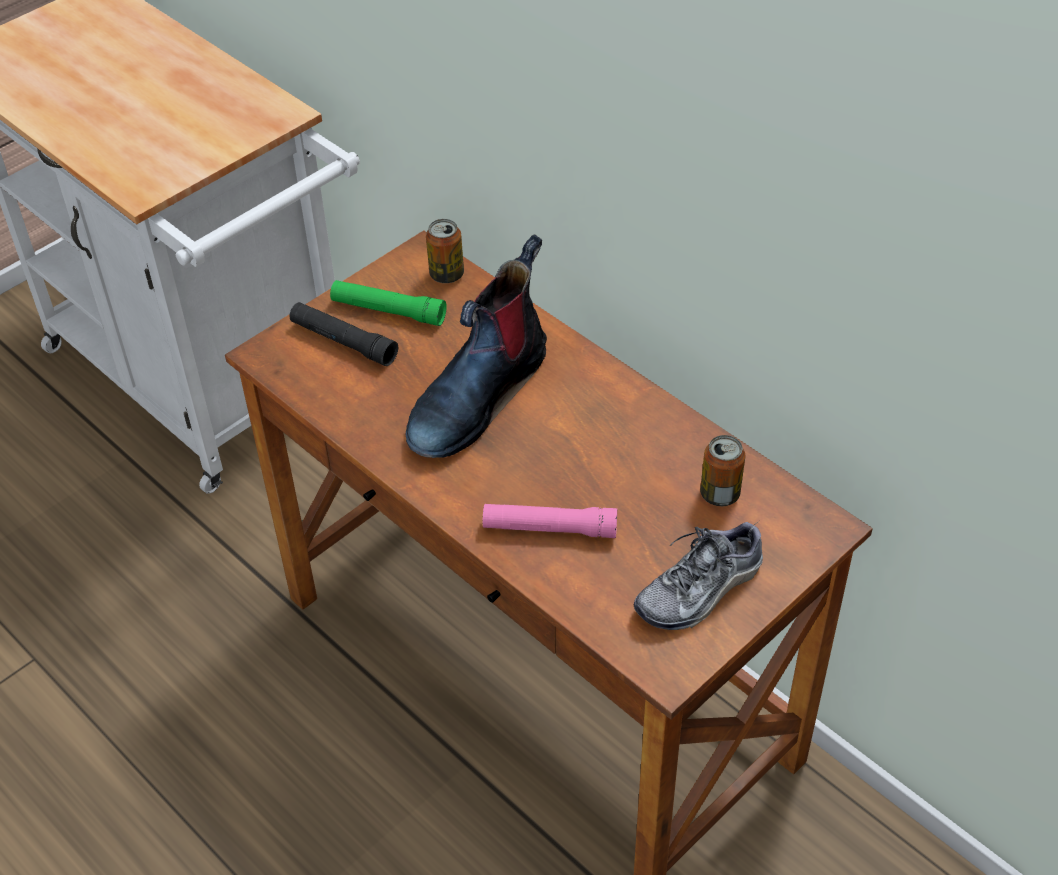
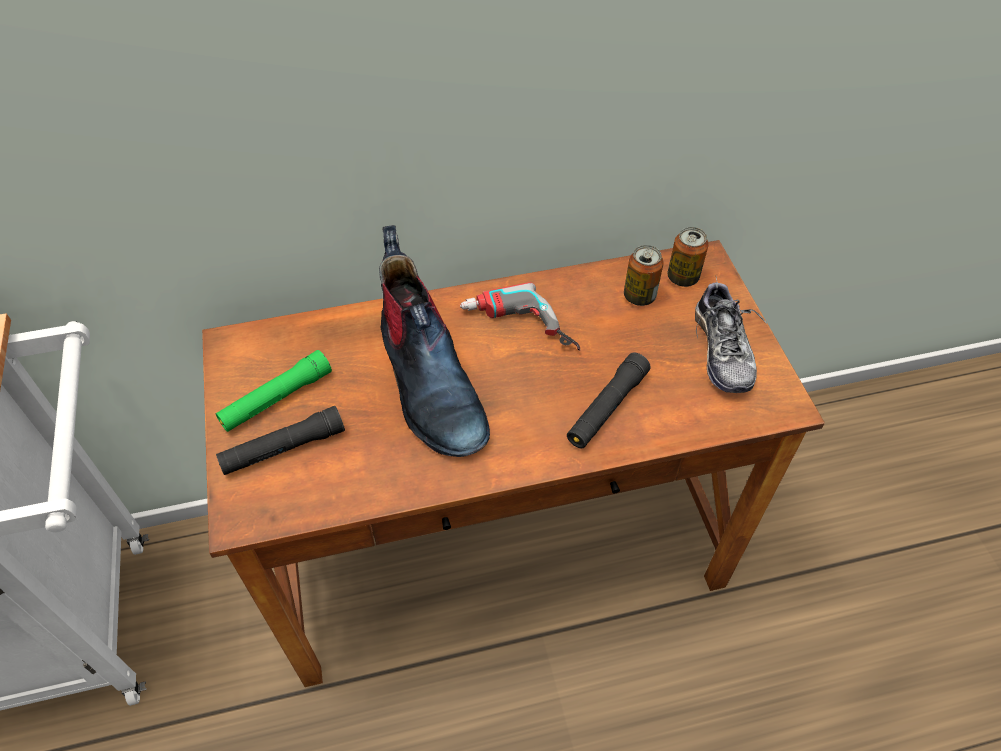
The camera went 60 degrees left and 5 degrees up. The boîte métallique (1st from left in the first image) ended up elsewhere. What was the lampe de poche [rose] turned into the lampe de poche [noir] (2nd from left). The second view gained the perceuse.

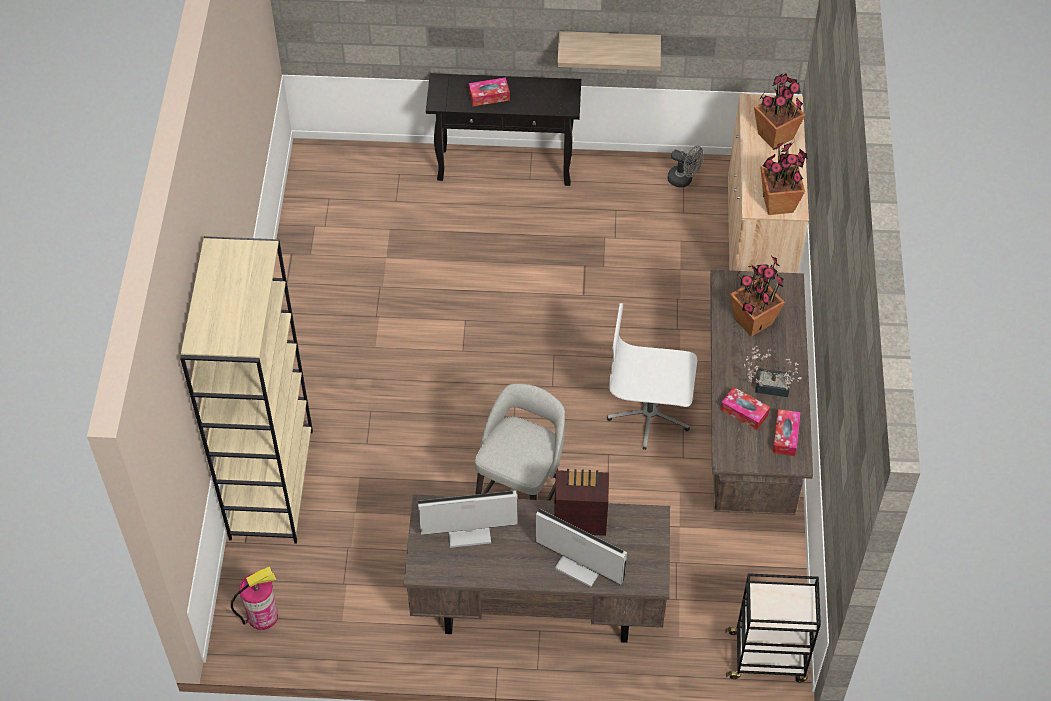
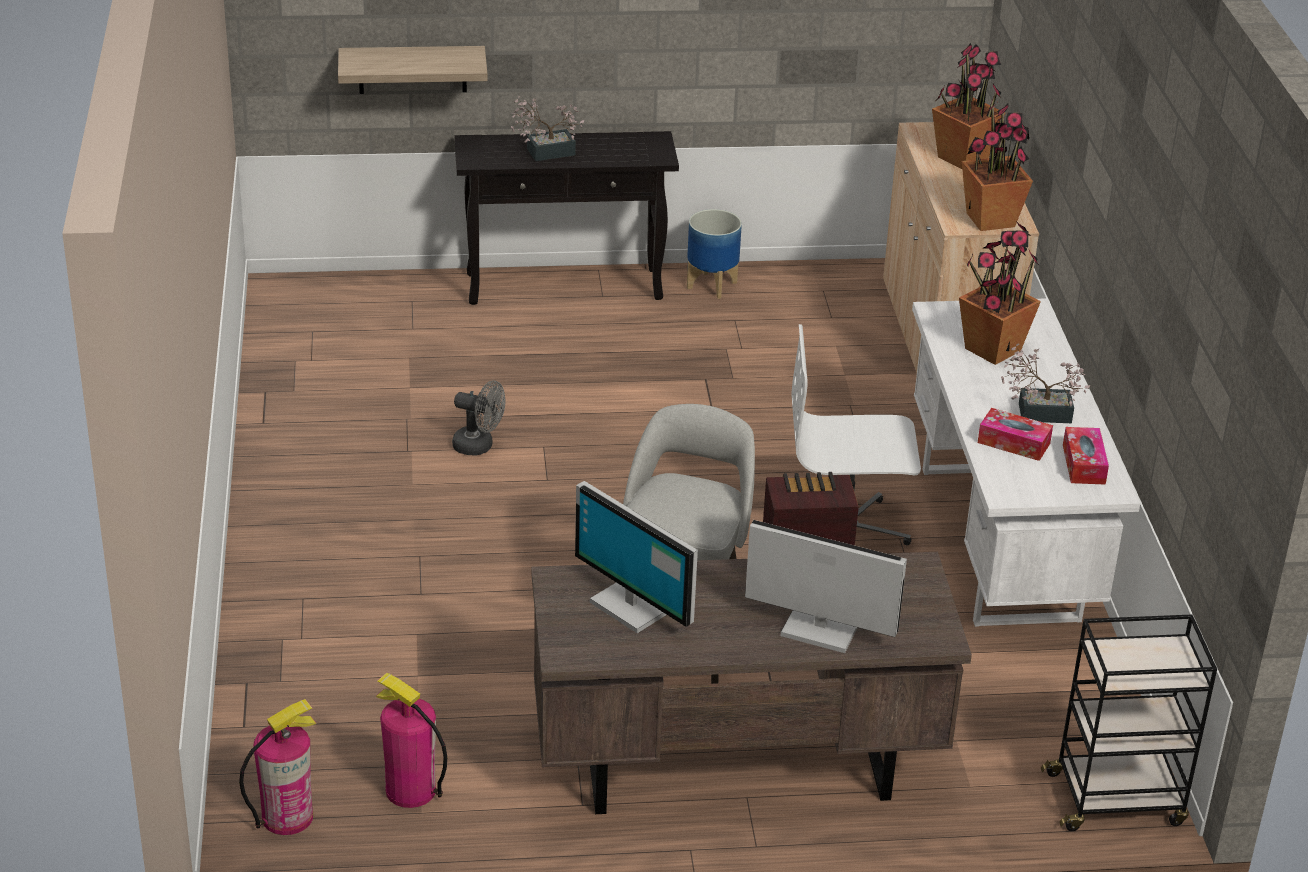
The camera went 10 degrees left and 20 degrees down. The second view lost the bibliothèque [beige]. The écran d'ordinateur (1st from left) ended up facing another way, 120 degrees counterclockwise from before. Where the boîte à mouchoirs (1st from left) stood, the plante en pot (1st from left) came to stand. The étagère ended up elsewhere. The ventilateur [gris] ended up elsewhere. What was the bureau [marron] (2nd from left) turned into the bureau [blanc]. The second view gained the extincteur (2nd from left). The second view gained the cache-pot.

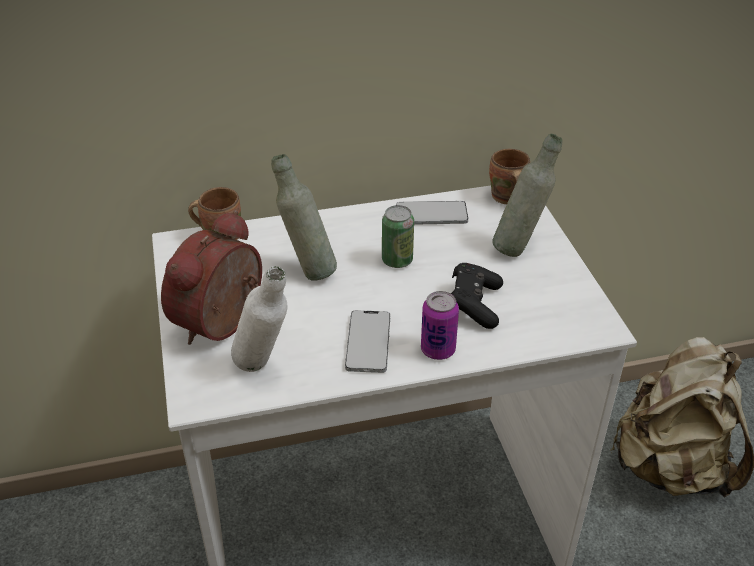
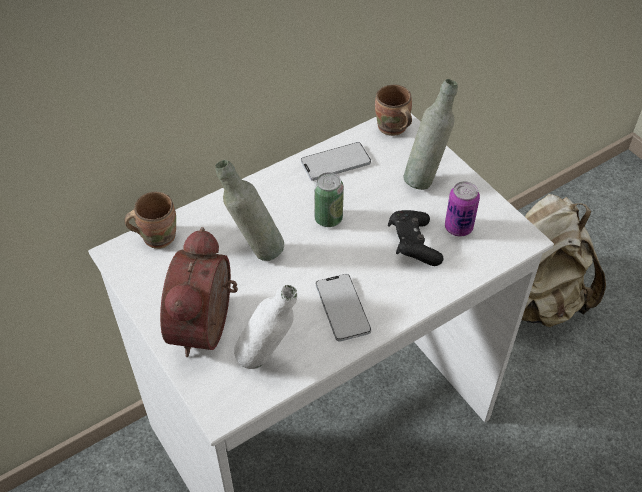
The camera went 20 degrees left and 10 degrees up. The boîte métallique (2nd from left) ended up elsewhere.

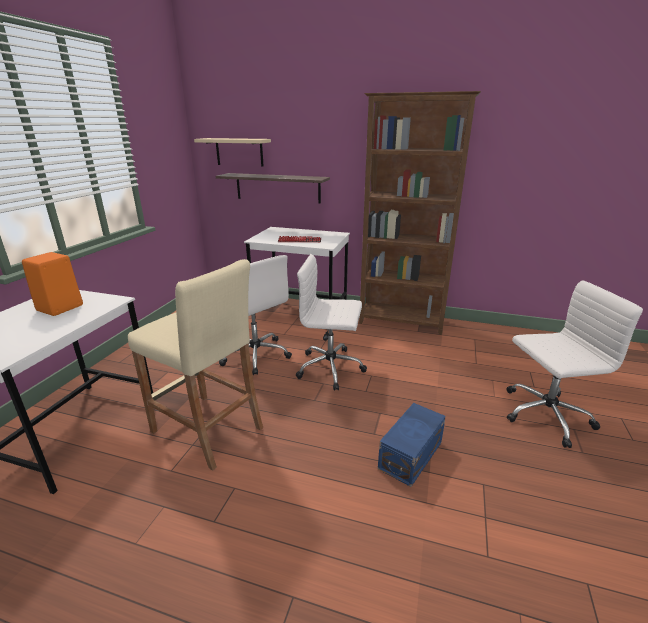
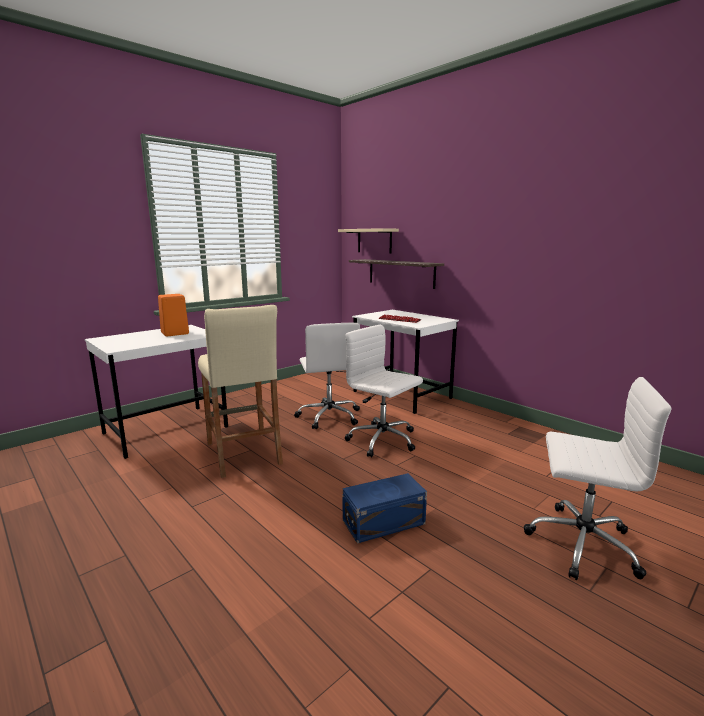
The camera went 30 degrees right and 10 degrees down. The second view lost the bibliothèque [marron].

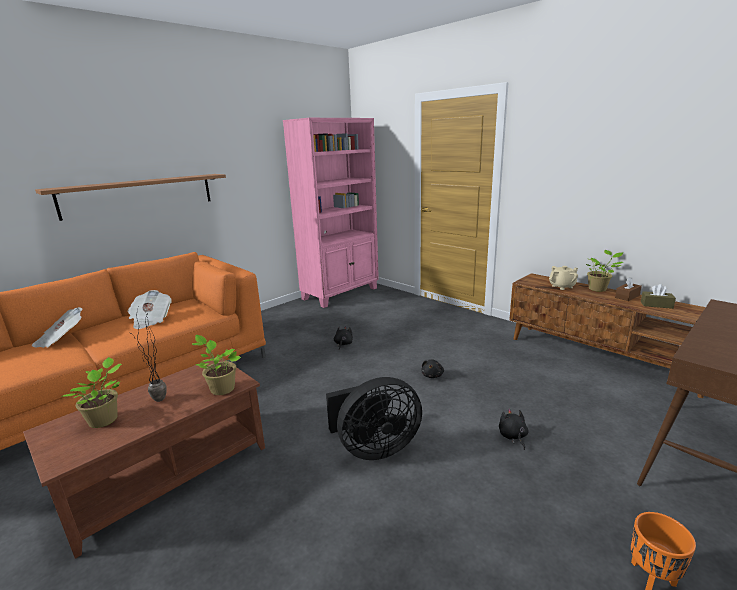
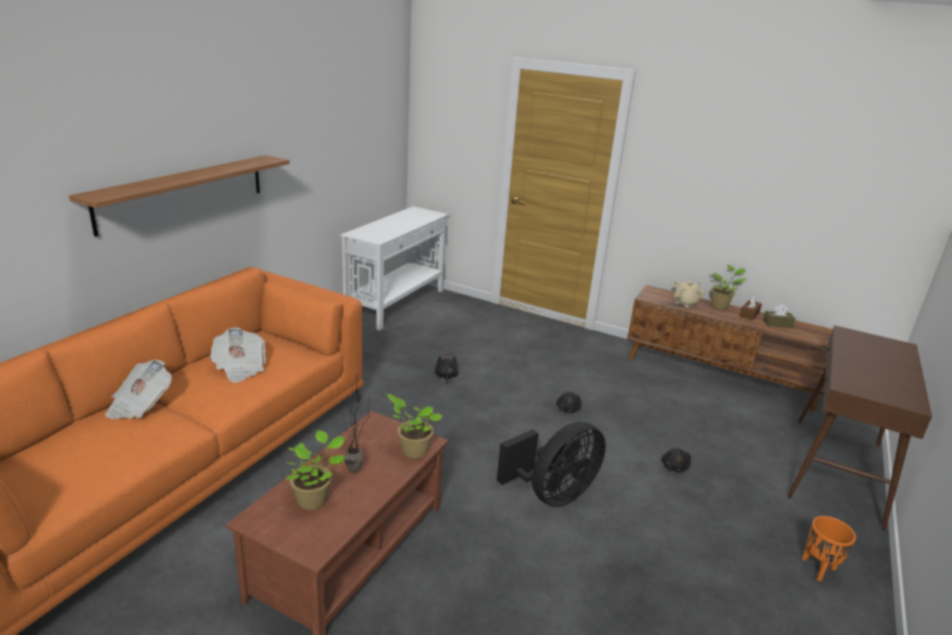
The camera went 20 degrees left and 5 degrees up. Where the bibliothèque [rose] stood, the table console [blanc] came to stand. The peluche [noir] (3rd from left) ended up facing another way, 150 degrees counterclockwise from before.

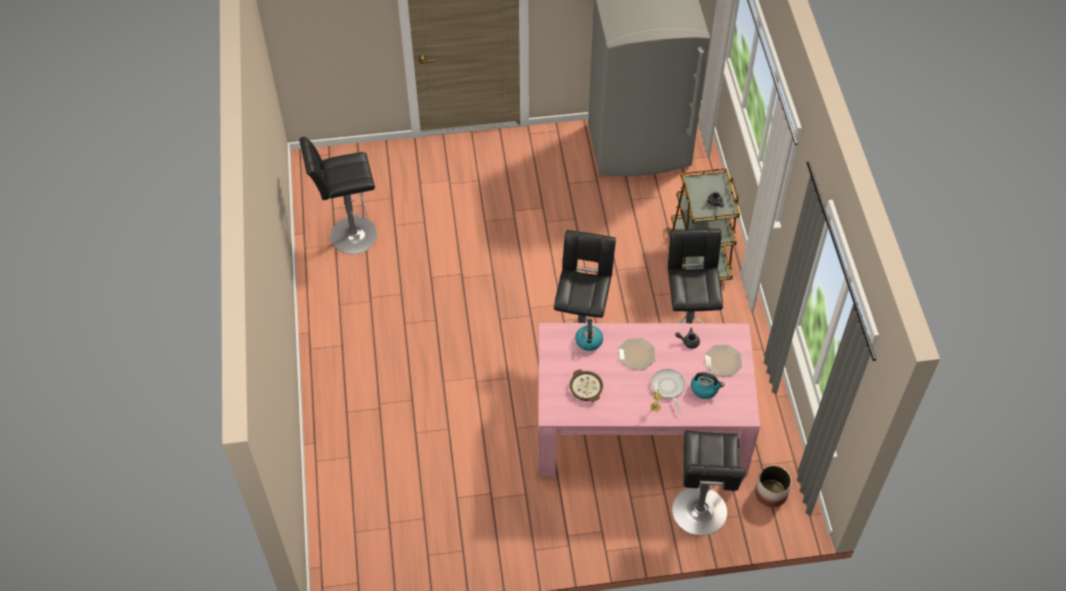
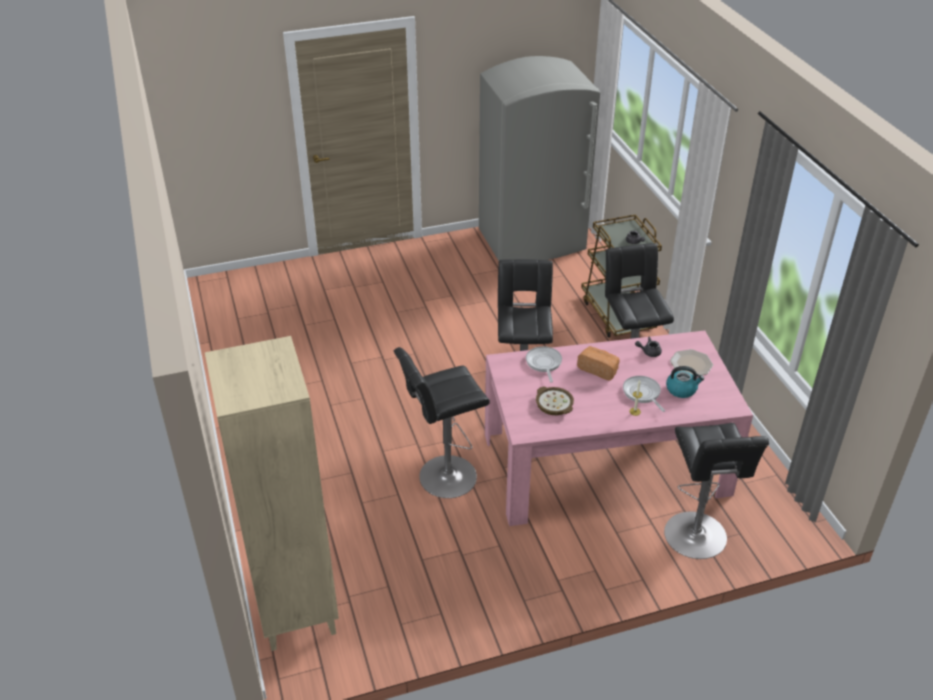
The camera went 10 degrees left and 15 degrees down. The tabouret [noir] (1st from left) ended up elsewhere. Where the bouilloire (1st from left) stood, the poêle (1st from left) came to stand. Where the assiette (1st from left) stood, the pain came to stand. The second view lost the cache-pot. The second view gained the bibliothèque [beige].

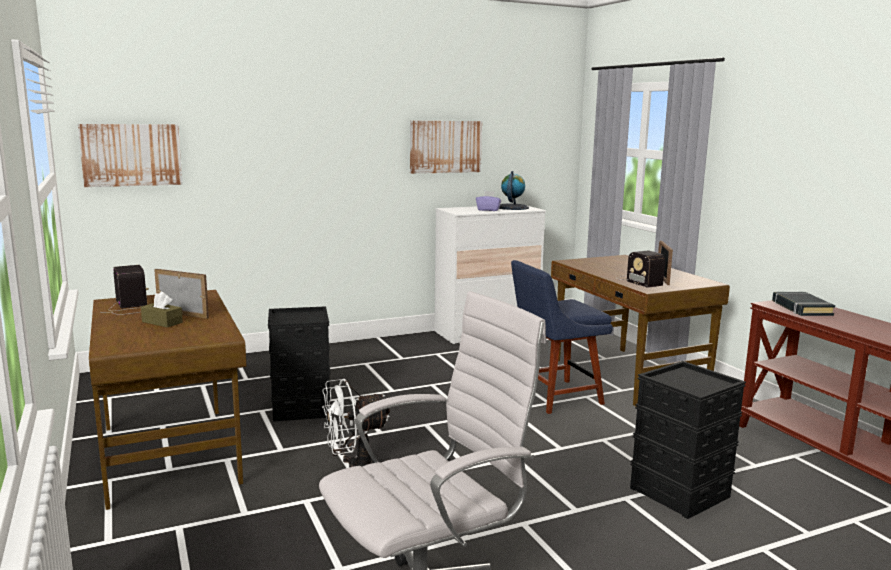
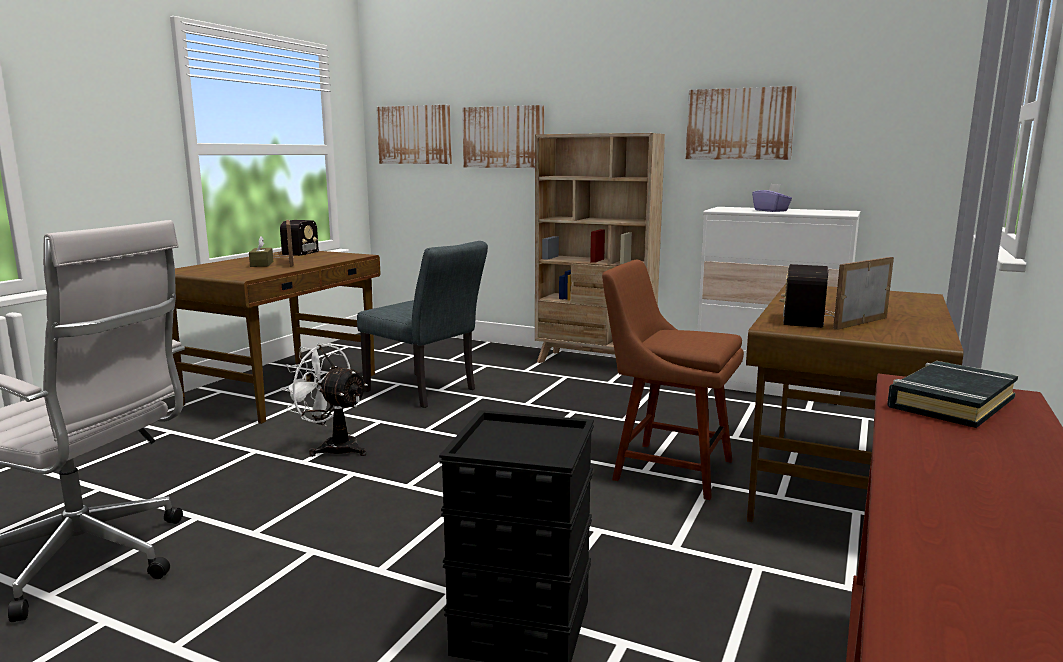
The camera went 50 degrees right and 0 degrees up. Where the boîte de rangement [noir] (1st from left) stood, the chaise [gris] came to stand. The second view lost the globe. What was the chaise [bleu] turned into the chaise [marron]. The second view gained the tableau (2nd from left). The second view gained the bibliothèque [beige].

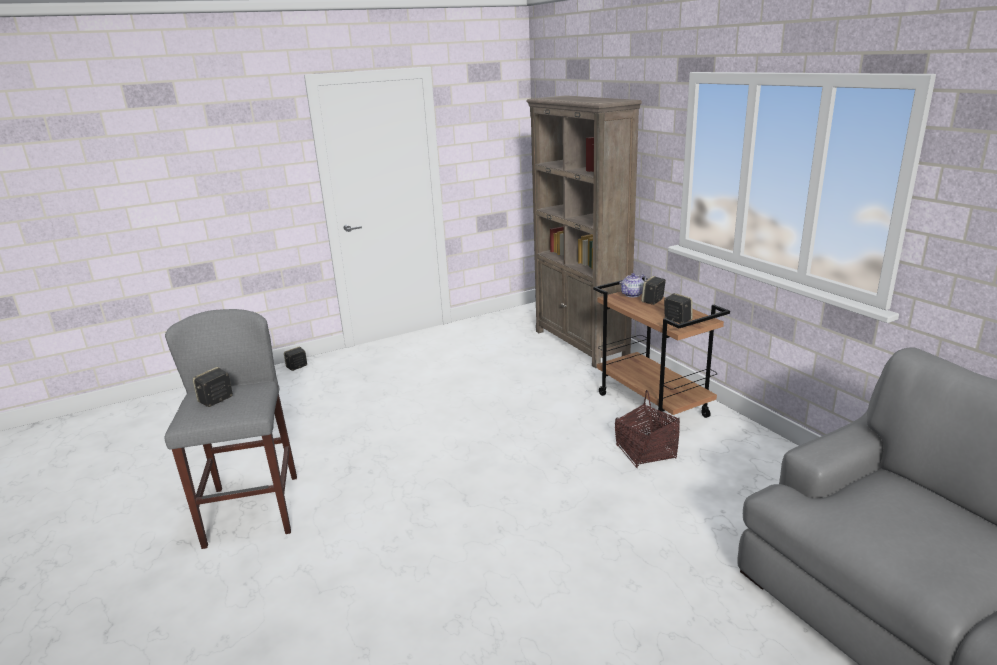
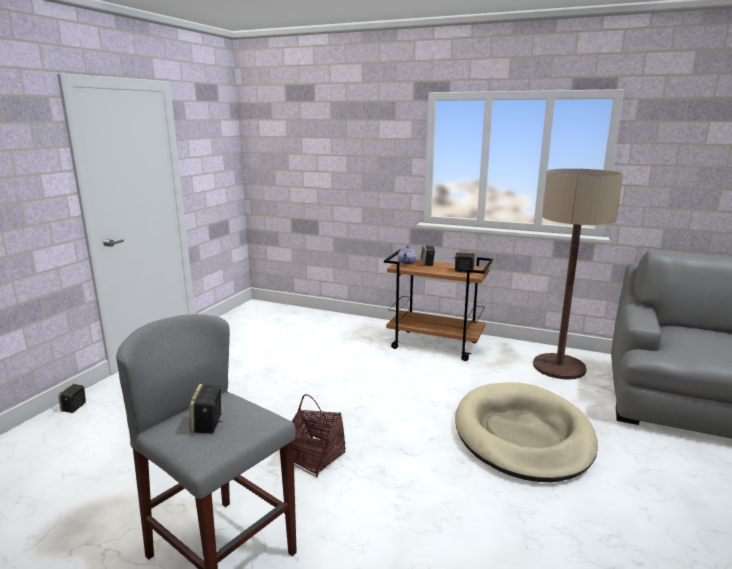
The camera went 40 degrees left and 5 degrees down. The second view lost the bibliothèque [marron]. The panier ended up elsewhere. The second view gained the panier pour chien [beige]. The second view gained the lampadaire.

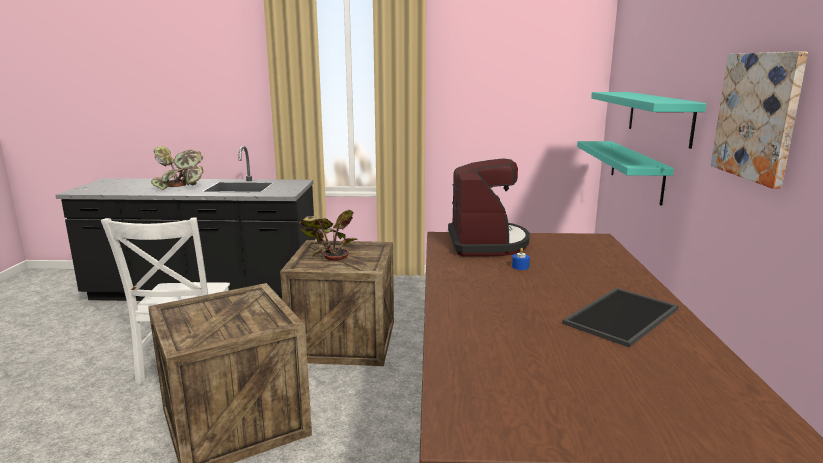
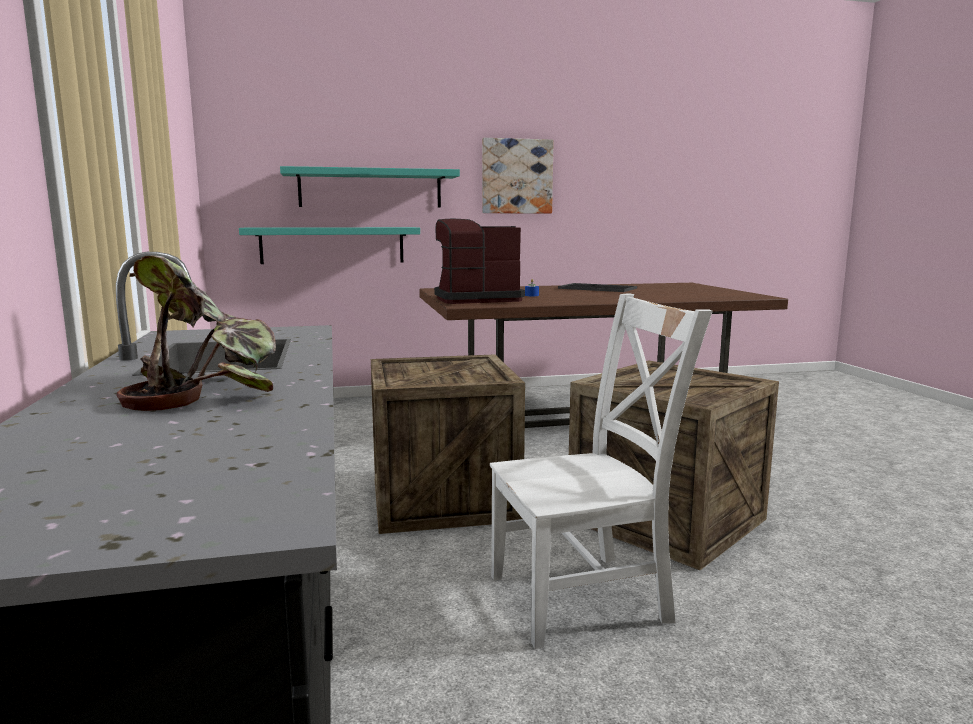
The camera went 105 degrees left and 5 degrees down. The second view lost the plante en pot (2nd from left).

